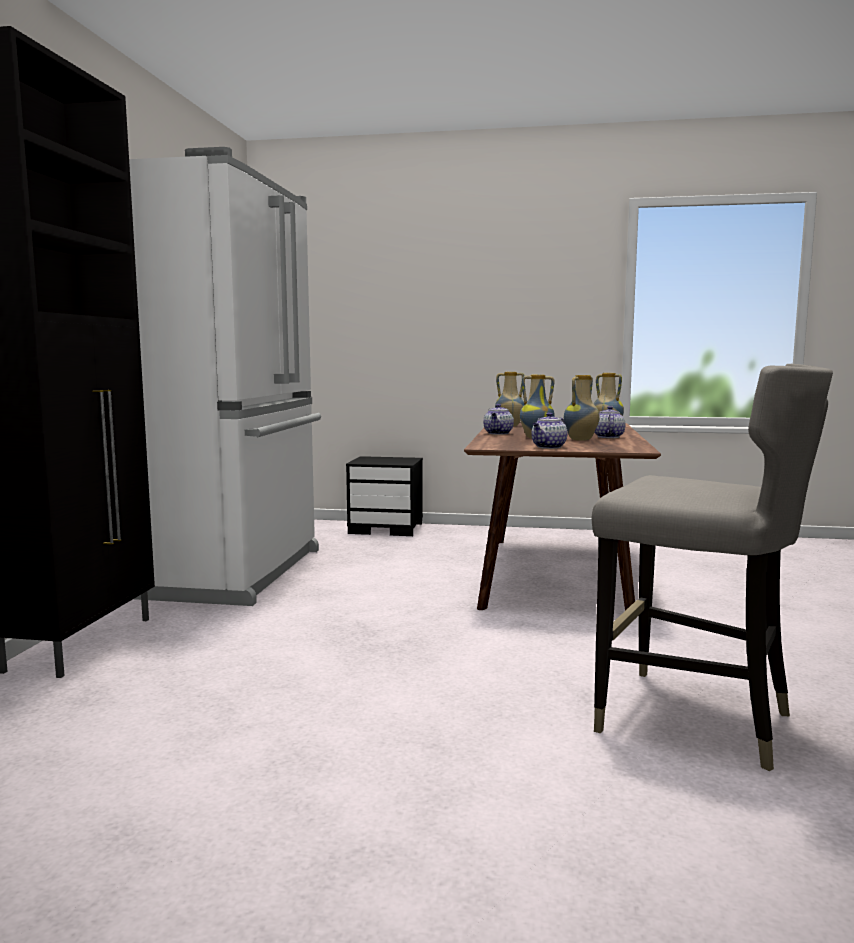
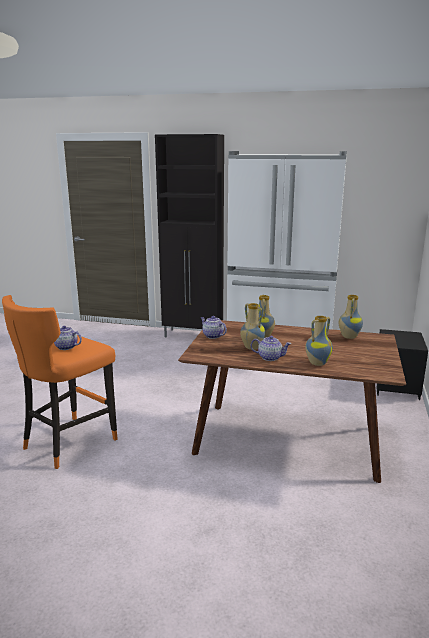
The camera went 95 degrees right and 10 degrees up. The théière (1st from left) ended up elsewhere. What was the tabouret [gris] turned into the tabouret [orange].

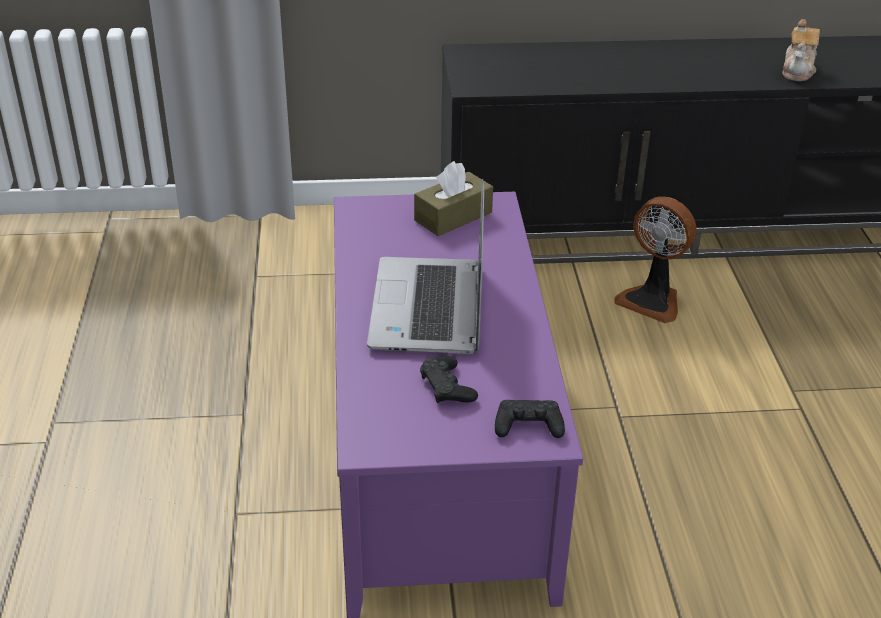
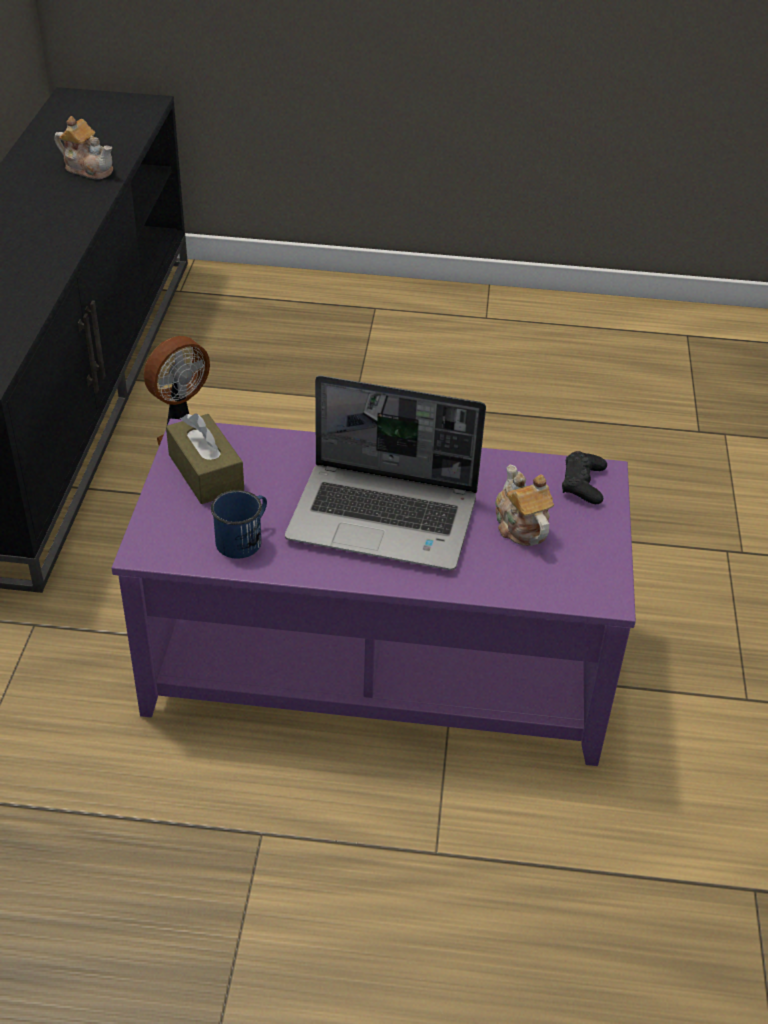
The camera went 80 degrees left and 5 degrees up. Where the manette [noir] (1st from left) stood, the théière (2nd from left) came to stand. The second view gained the mug [bleu].

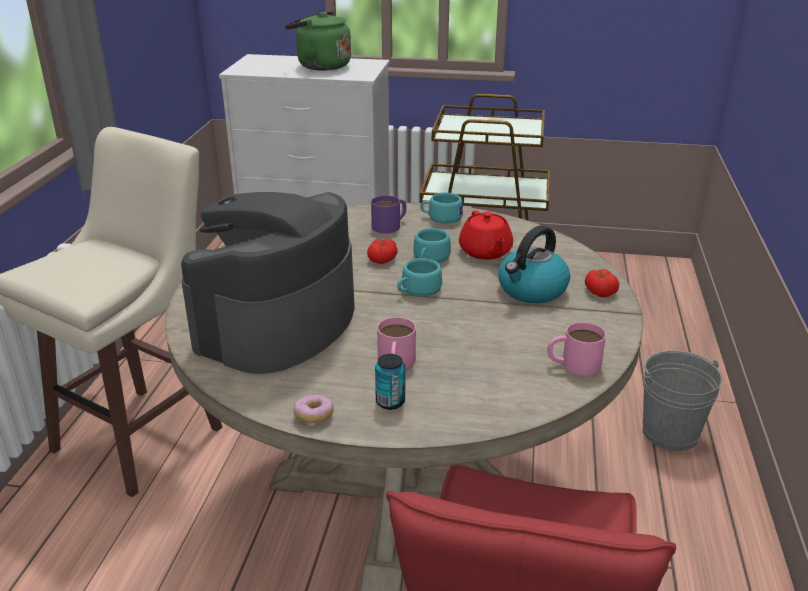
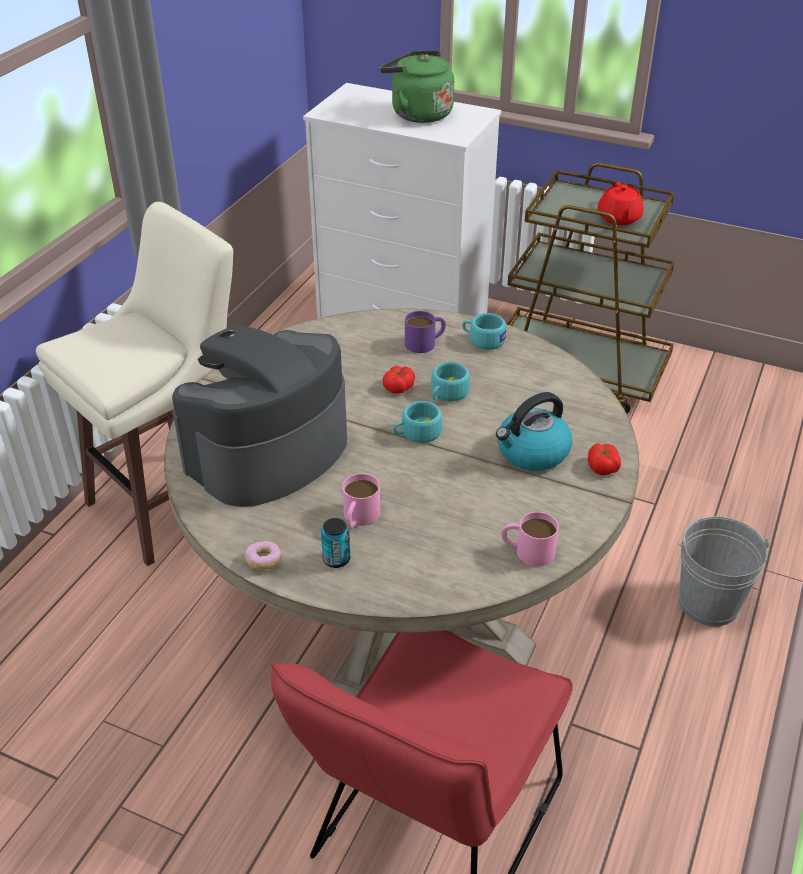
The camera went 15 degrees right and 10 degrees up. The théière [rouge] ended up elsewhere.

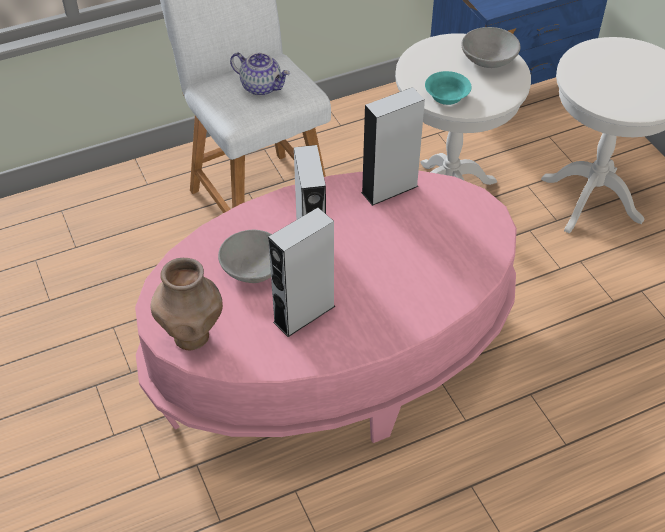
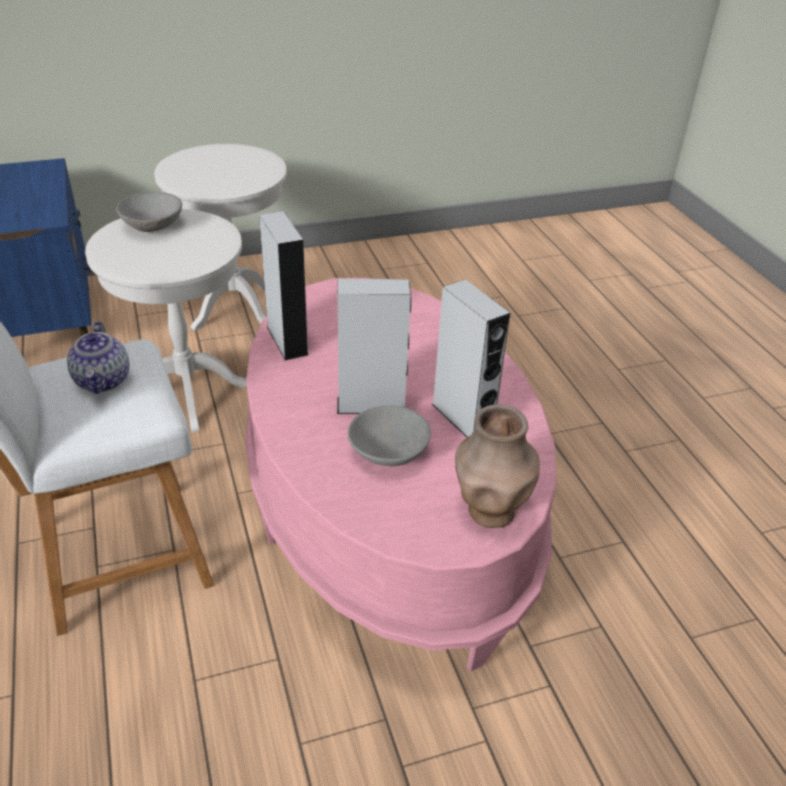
The camera went 85 degrees left and 10 degrees down. The théière ended up facing another way, 135 degrees clockwise from before. The second view lost the bol [turquoise].

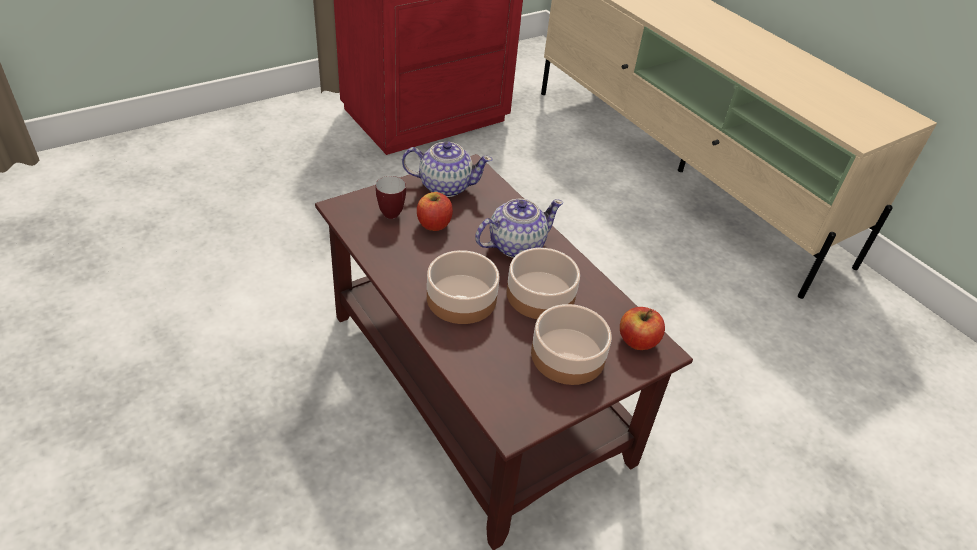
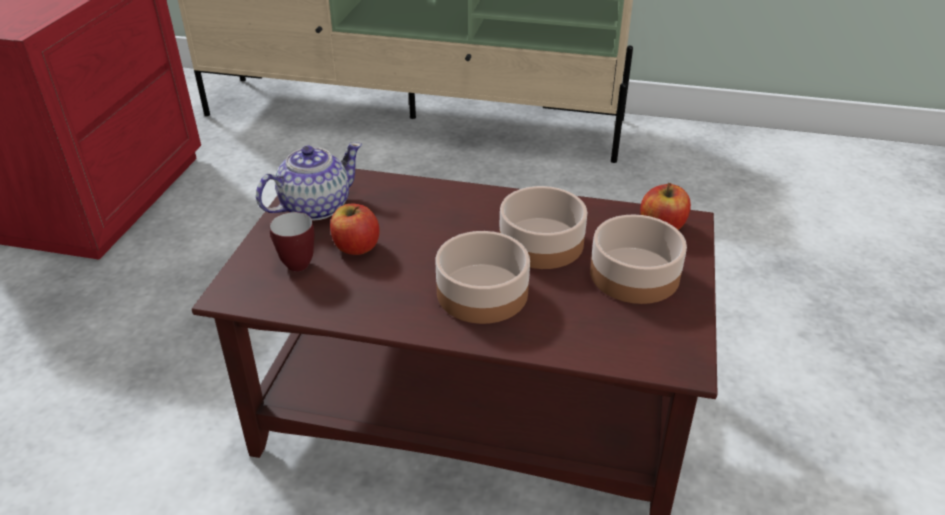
The camera went 40 degrees left and 5 degrees down. The second view lost the théière (2nd from left).

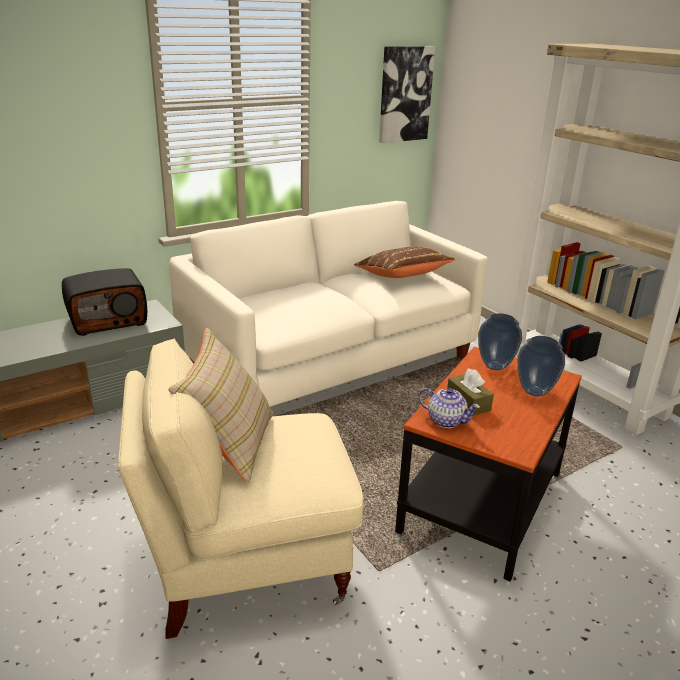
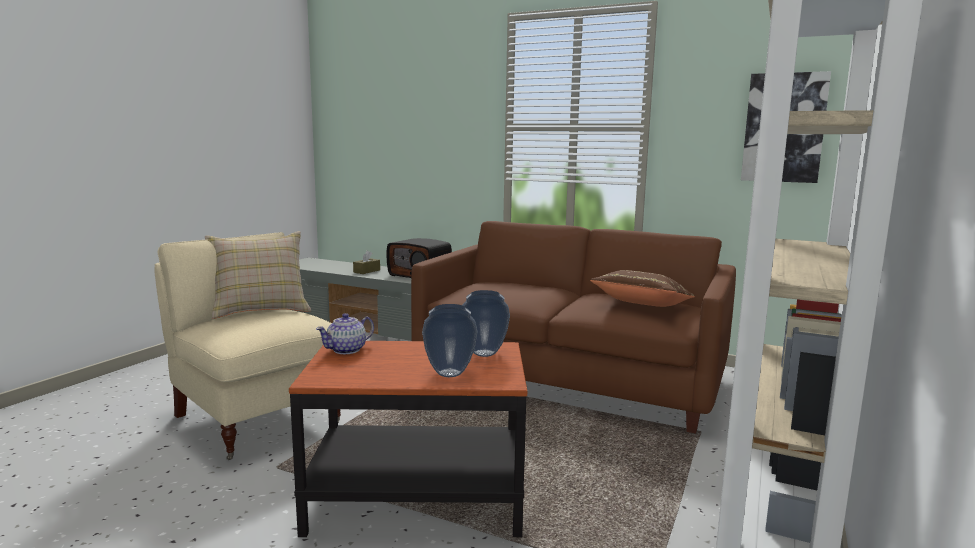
The camera went 60 degrees right and 15 degrees down. What was the canapé [blanc] turned into the canapé [marron]. The théière ended up facing another way, 45 degrees clockwise from before. The boîte à mouchoirs [marron] ended up elsewhere.

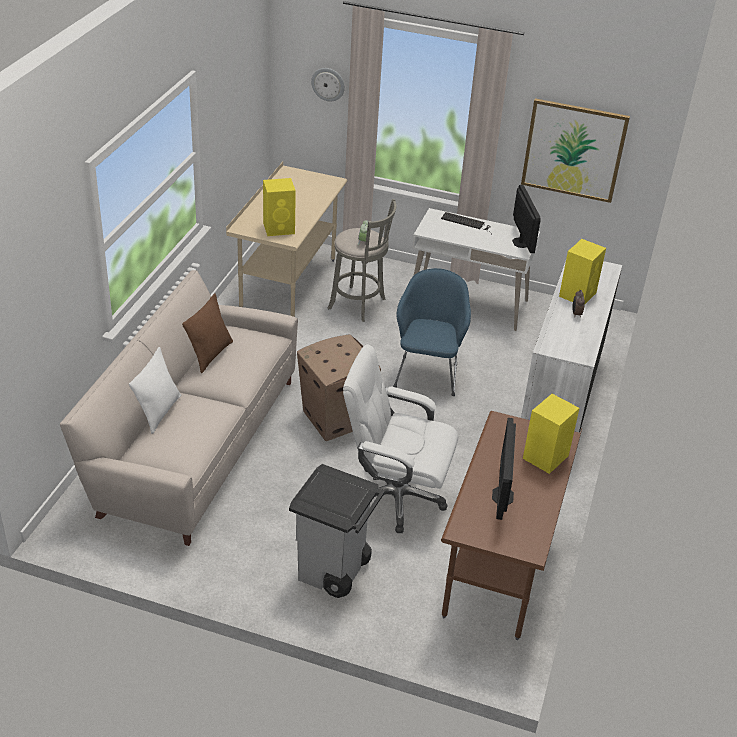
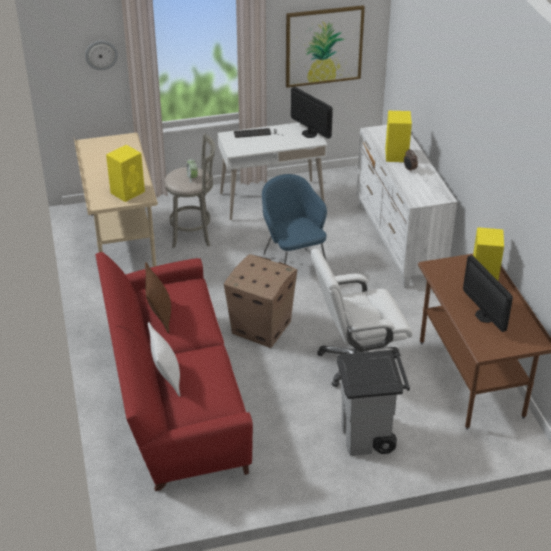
The camera went 30 degrees left and 0 degrees up. What was the canapé [beige] turned into the canapé [rouge].

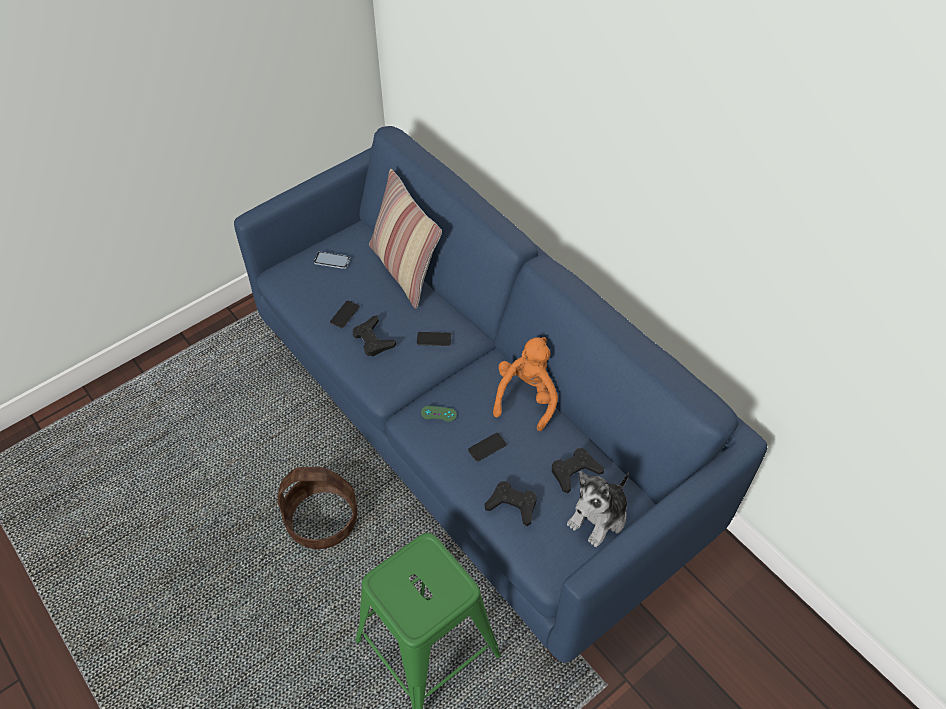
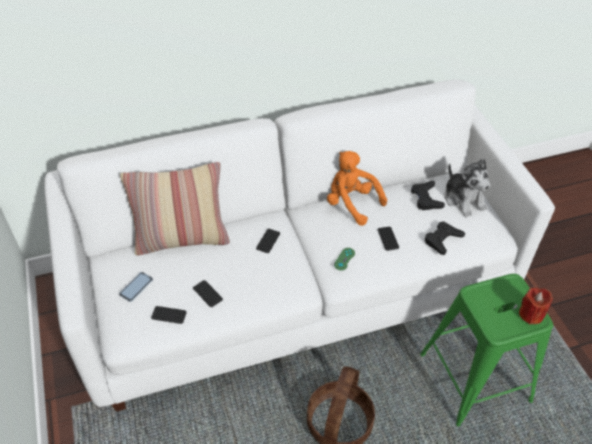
The camera went 70 degrees left and 5 degrees down. What was the canapé [bleu] turned into the canapé [blanc]. The second view lost the manette [noir] (1st from left). The second view gained the téléphone (2nd from left). The second view gained the bougie [rouge].

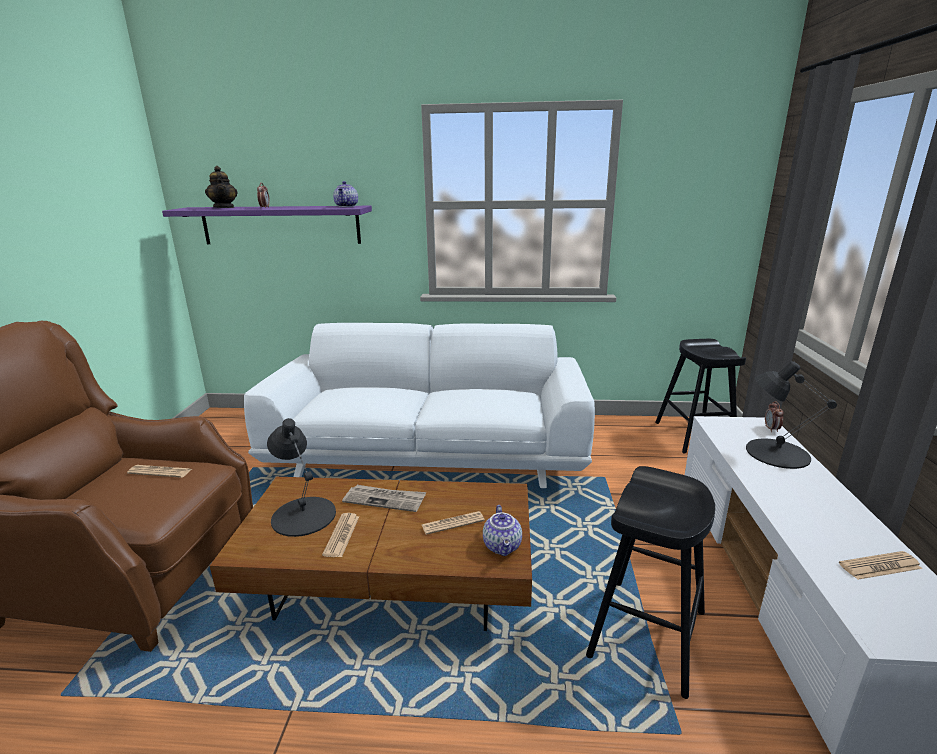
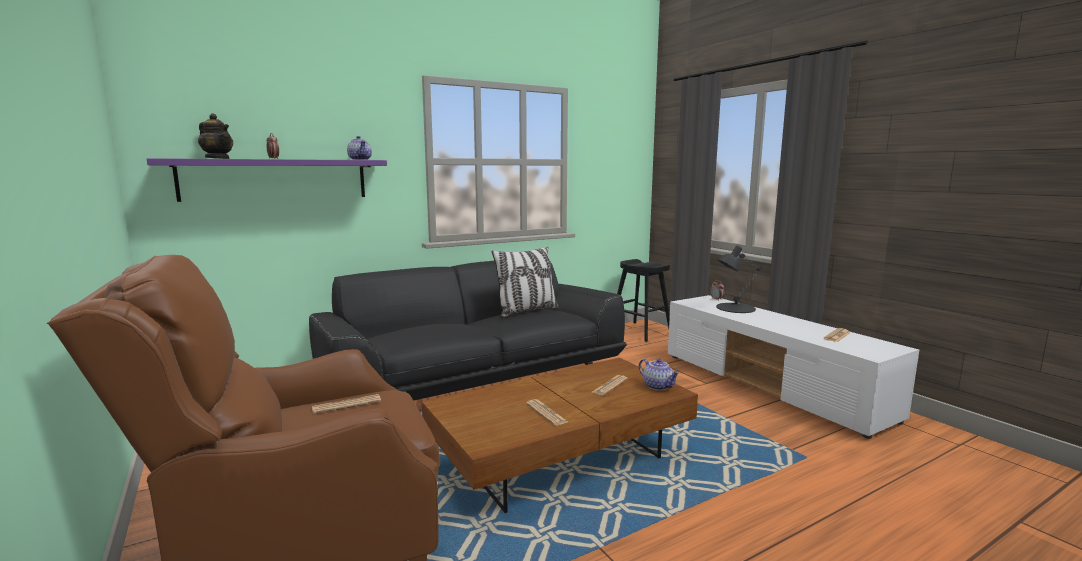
The camera went 35 degrees left and 10 degrees down. What was the canapé [blanc] turned into the canapé [noir]. The second view lost the lampe de table [noir] (1st from left). The second view lost the journal (3rd from left). The second view lost the tabouret [noir] (1st from left). The second view gained the coussin.

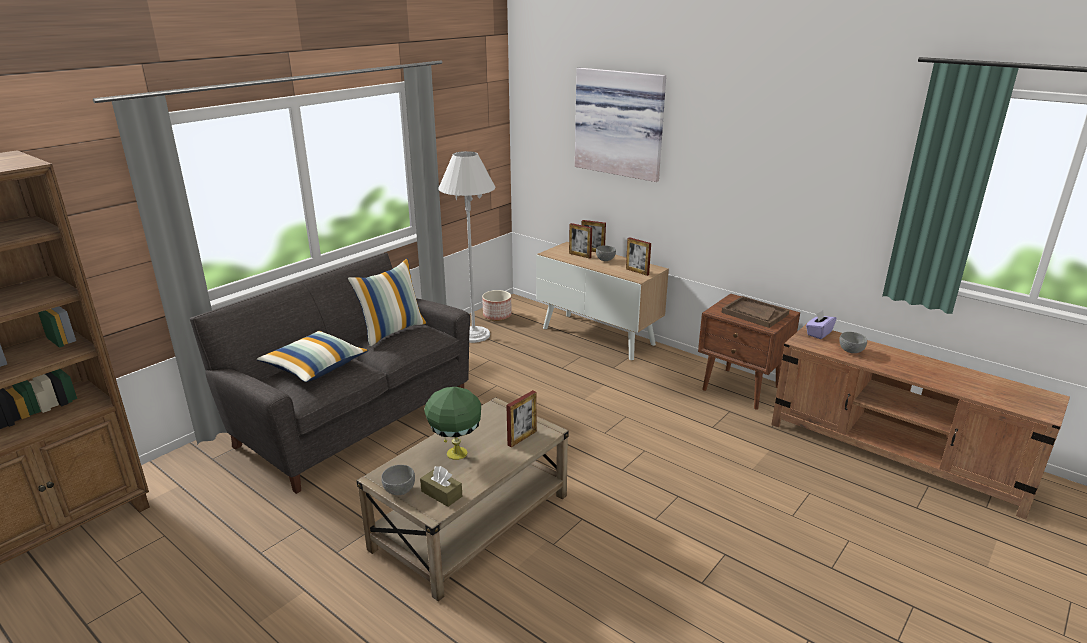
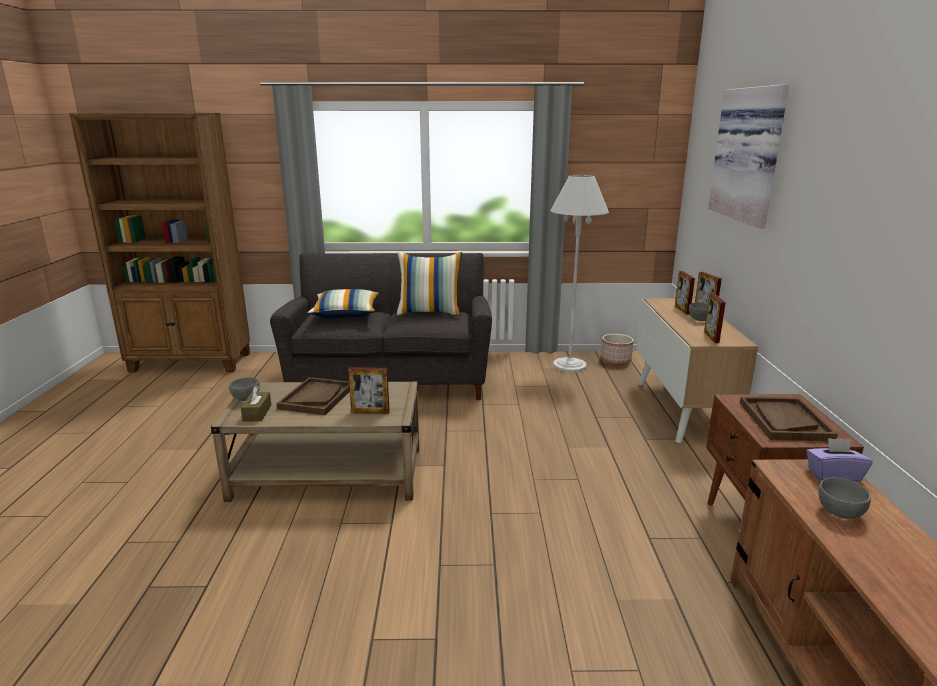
The camera went 50 degrees right and 5 degrees down. Where the lampe de table [vert] stood, the plateau [marron] (1st from left) came to stand.

